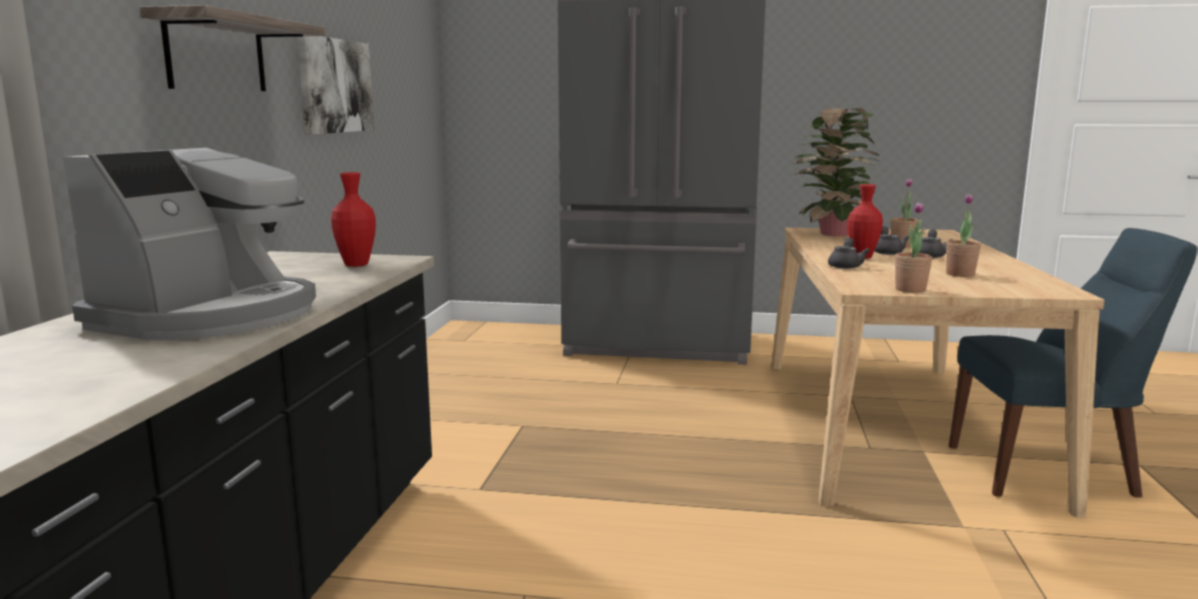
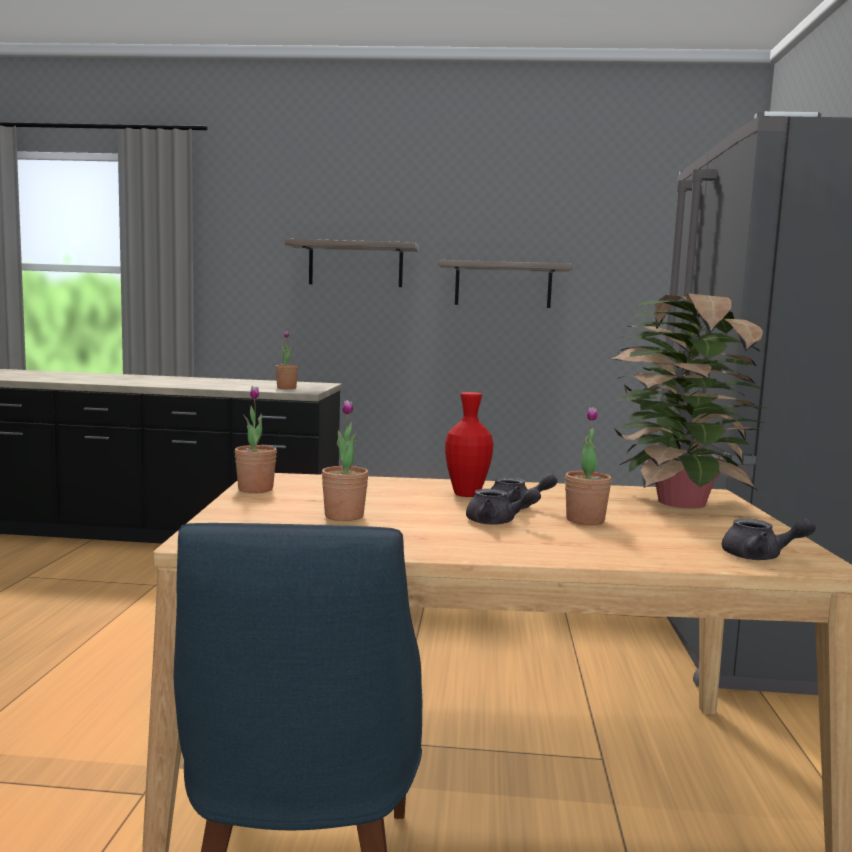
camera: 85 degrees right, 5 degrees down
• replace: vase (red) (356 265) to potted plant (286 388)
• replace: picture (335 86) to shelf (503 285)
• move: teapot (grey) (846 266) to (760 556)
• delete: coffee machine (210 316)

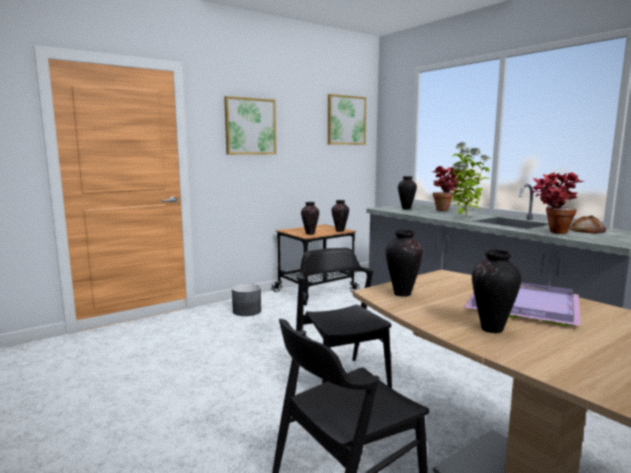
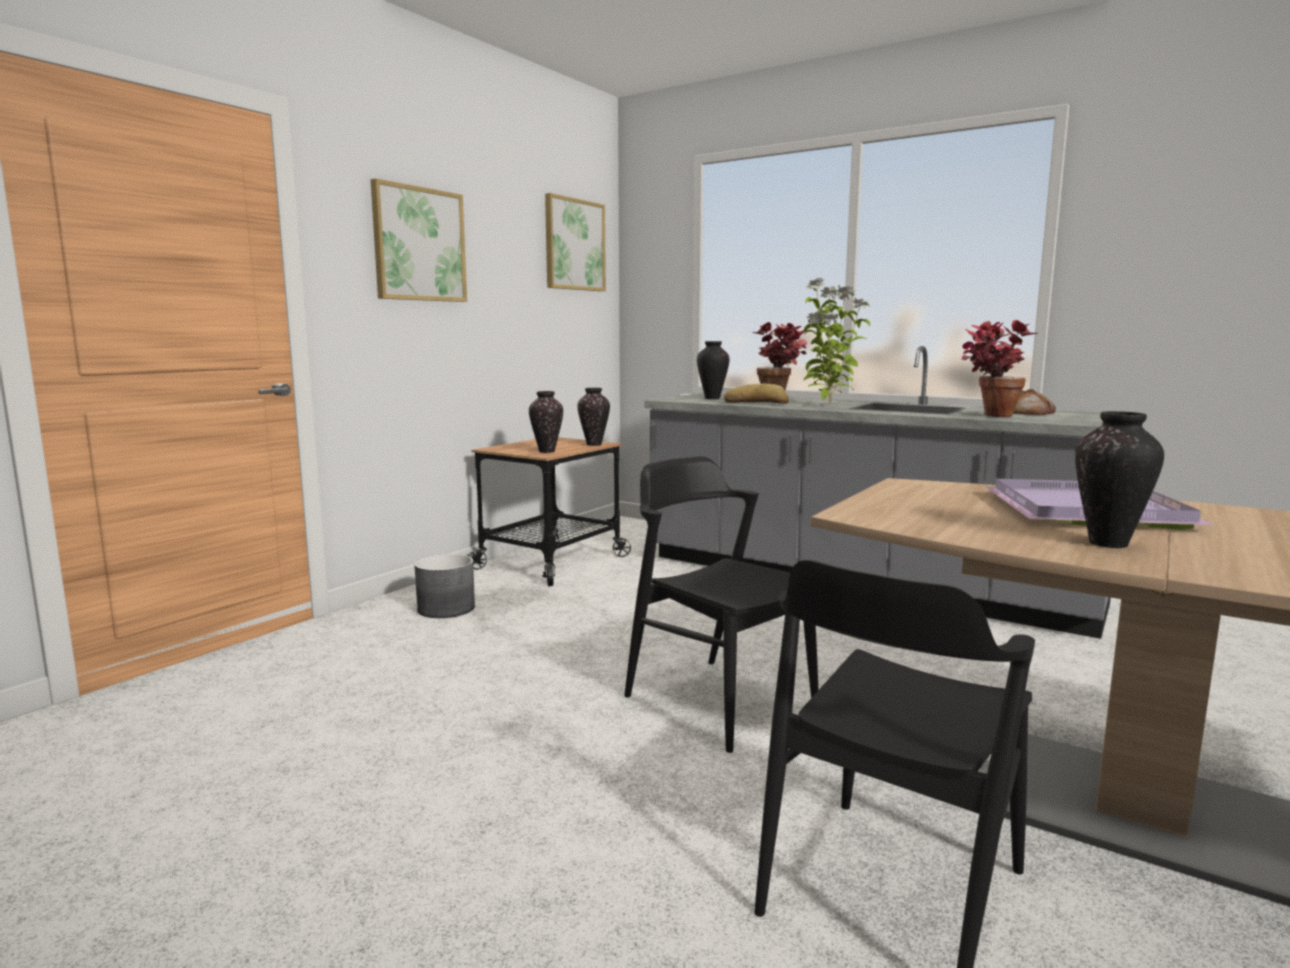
camera: 20 degrees left, 0 degrees up
• insert: bread (756 403)
• delete: vase (402 293)

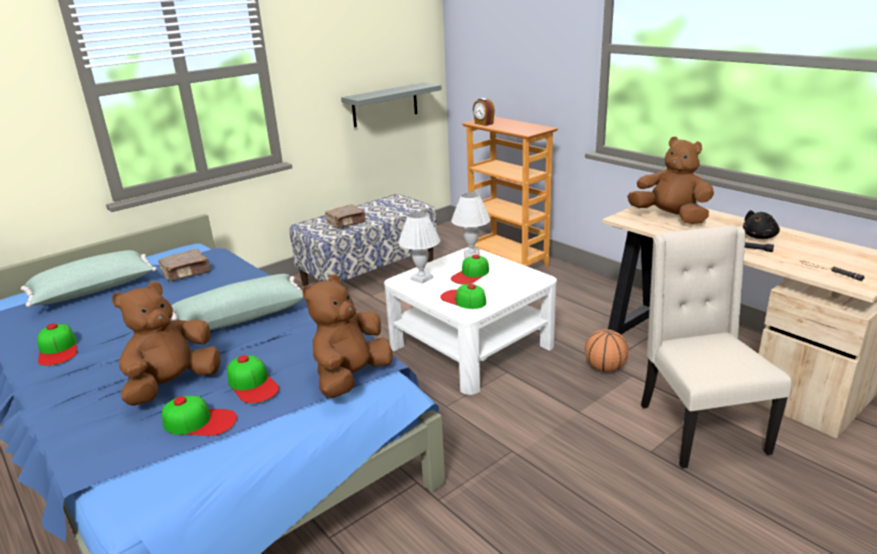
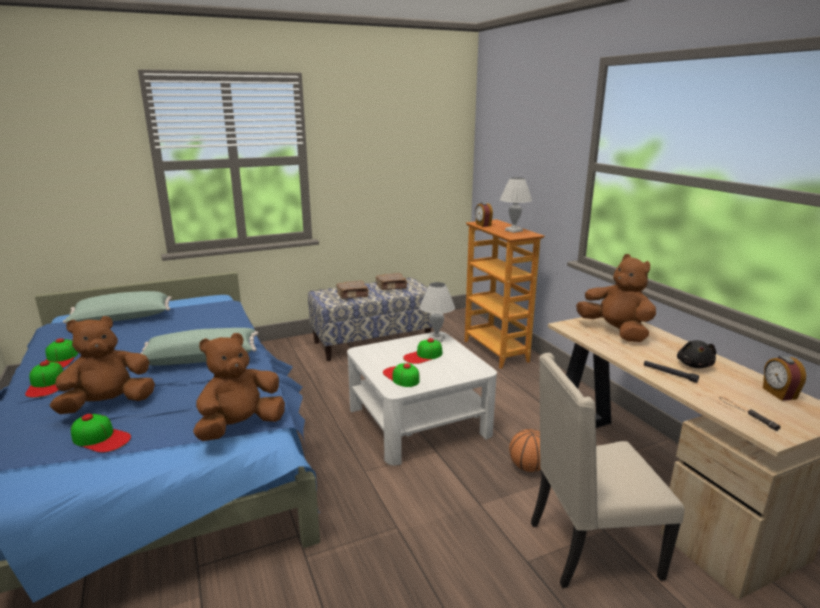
camera: 15 degrees right, 5 degrees down
• move: cap (253 384) to (46 384)
• move: book (brown) (187 273) to (391 287)
• move: table lamp (white) (422 278) to (514 230)
• rotate: chair (beige) (698 427) = (589 549) 105 degrees counterclockwise
• rotate: plush toy (black) (760 237) = (694 365) 45 degrees counterclockwise
• insert: alarm clock (778 393)
• delete: shelf (grey) (385 105)

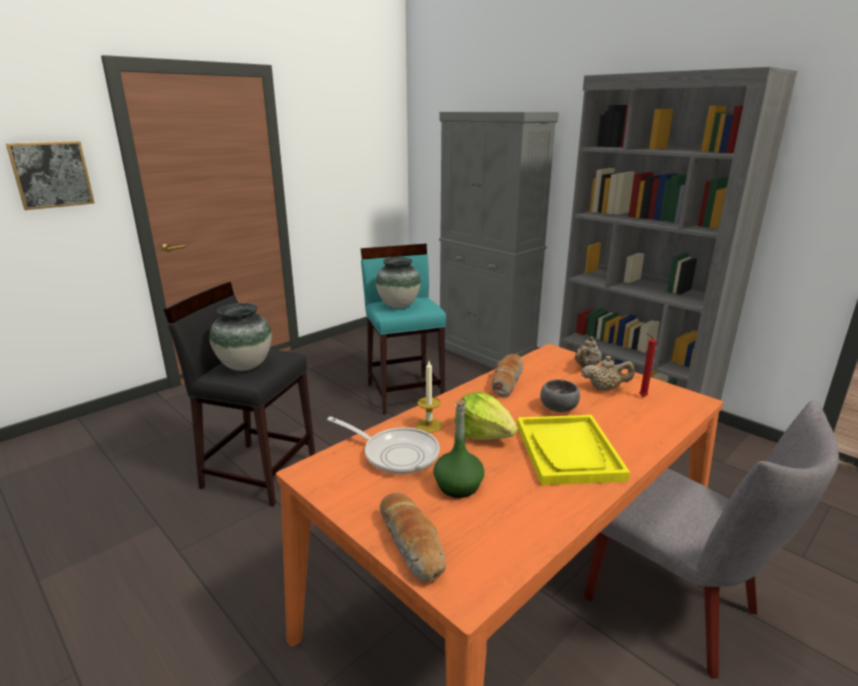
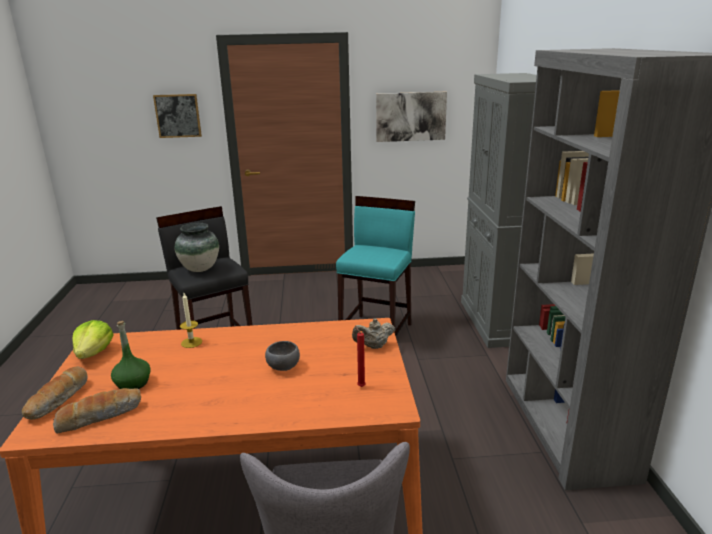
camera: 40 degrees right, 0 degrees up
• move: bread (506 381) to (100 416)
• move: lettuce (483 433) to (94 353)
• insert: picture (410 116)
• delete: frying pan (396 454)
• delete: vase (398 305)
• delete: tray (yellow) (568 451)
• delete: teapot (beige) (605 388)

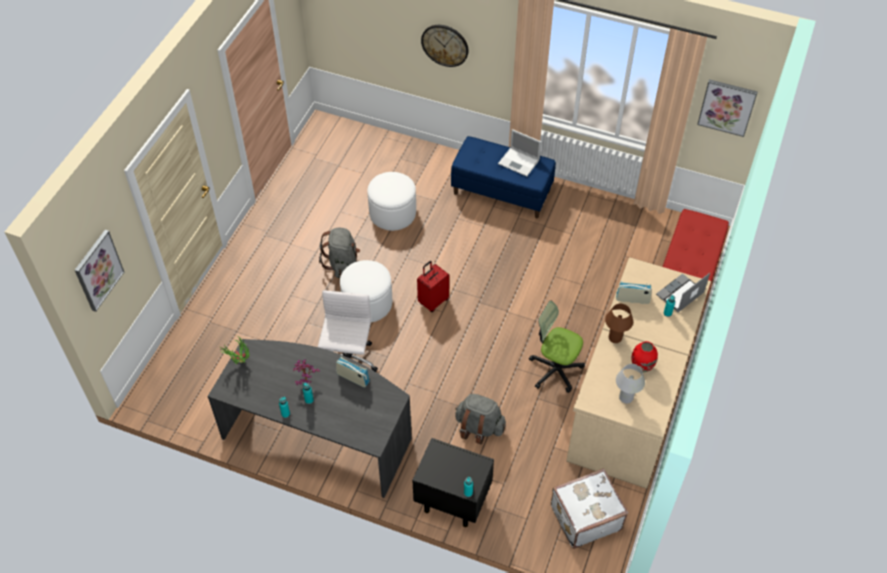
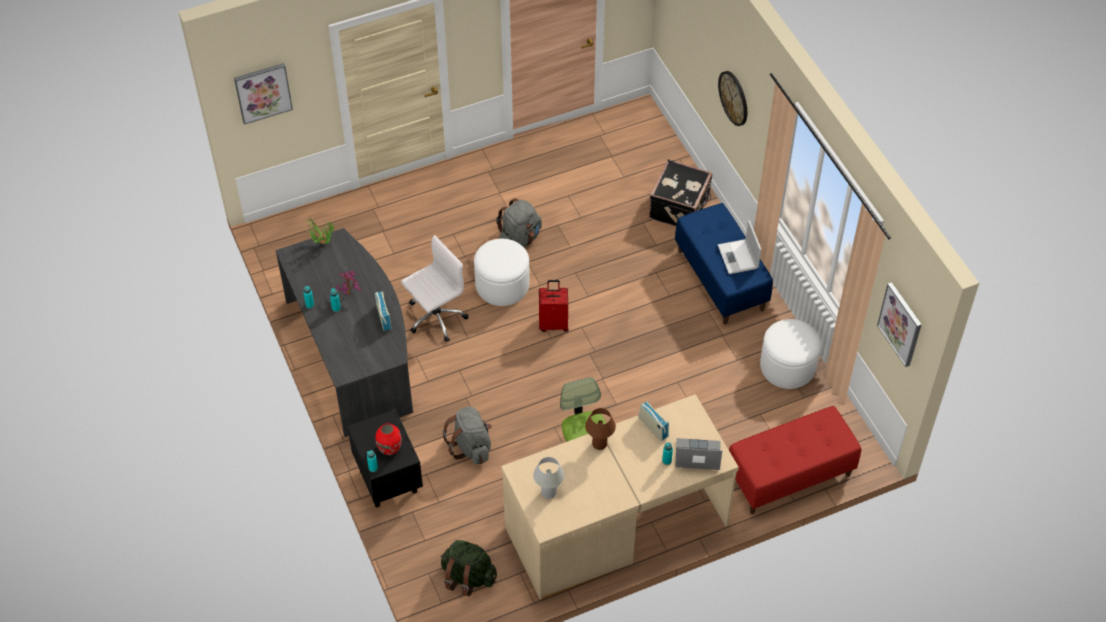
camera: 45 degrees right, 0 degrees up
• move: vase (red) (641 366) to (389 448)
• replace: suitcase (white) (584 517) to backpack (green) (468 577)
• insert: suitcase (black) (680 207)
• move: ottoman (white) (392 213) to (787 366)

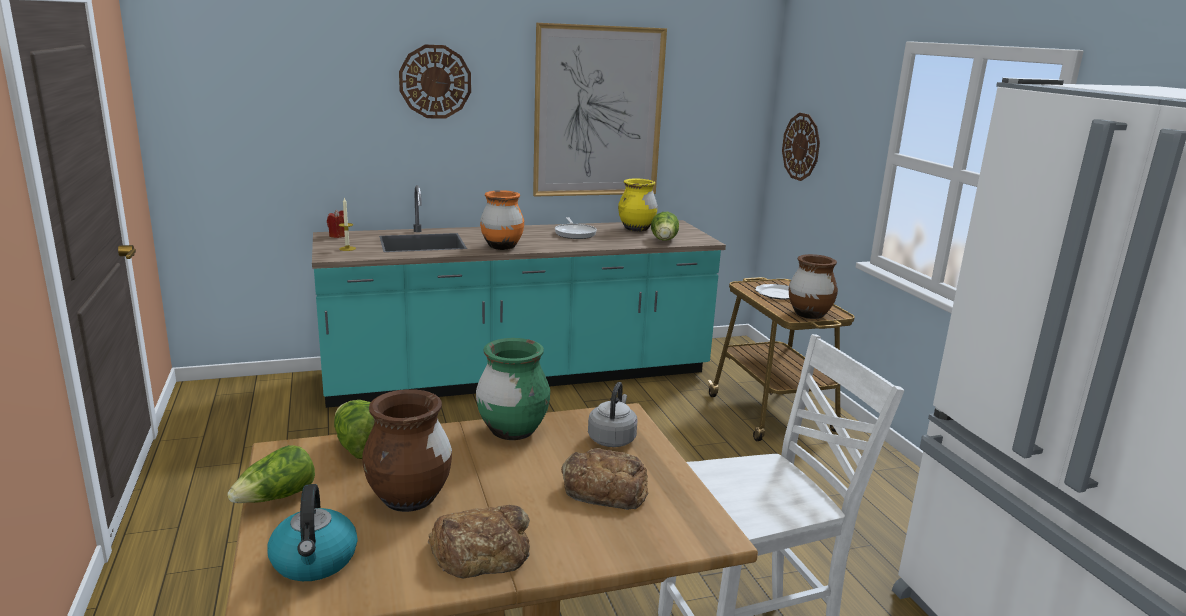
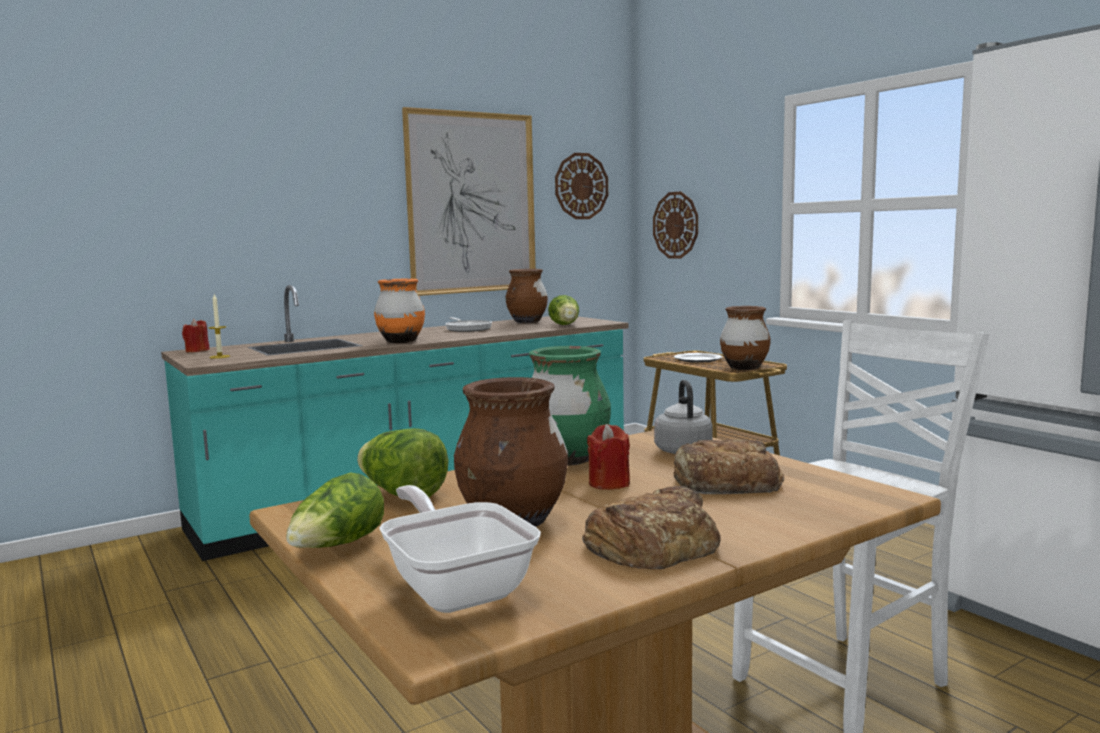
camera: 15 degrees left, 10 degrees down
• replace: kettle (314 561) to frying pan (456 587)
• recolor: vase (yellow) (636 229) to vase (brown) (527 322)
• move: wall clock (435 82) to (581 186)
• insert: candle (red) (609 483)

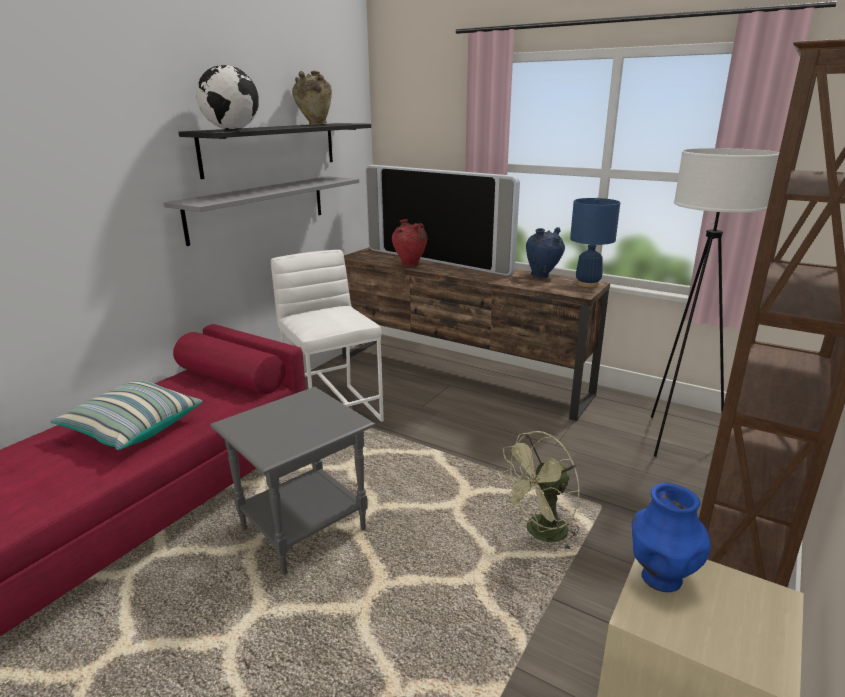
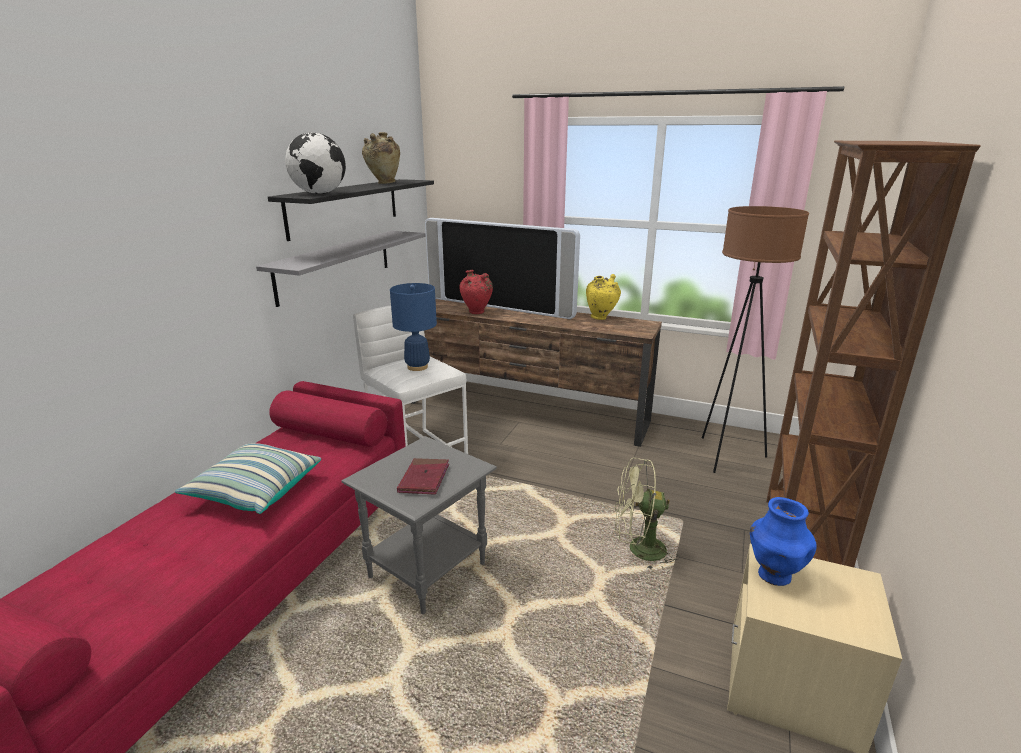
camera: 10 degrees left, 0 degrees up
• move: table lamp (blue) (588 284) to (417 367)
• insert: book (red) (424 479)
• recolor: vase (blue) (542 276) to vase (yellow) (601 318)
• rotate: fan (green) (540 534) = (638 550) 45 degrees clockwise
• recolor: floor lamp (white) (675 439) to floor lamp (brown) (726 455)

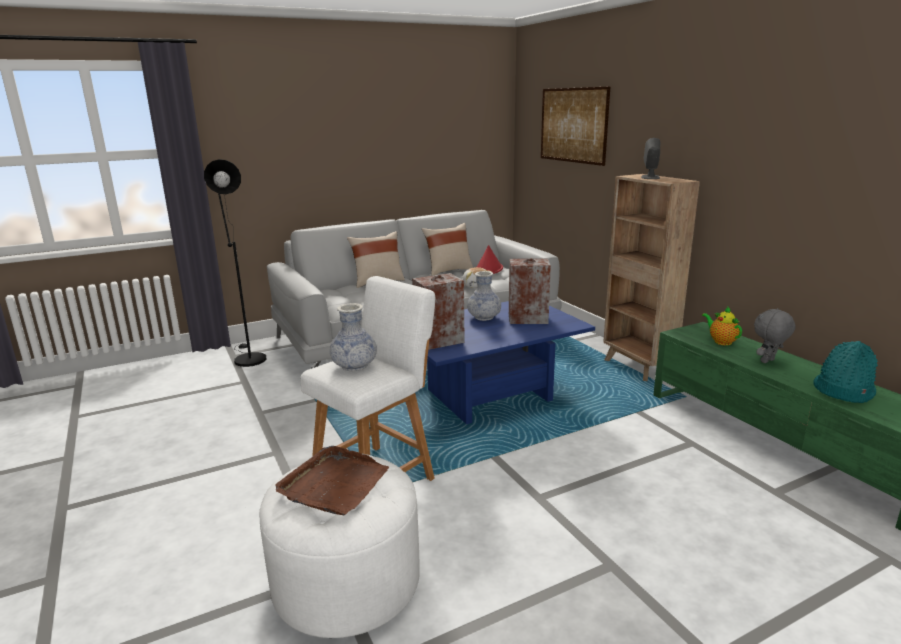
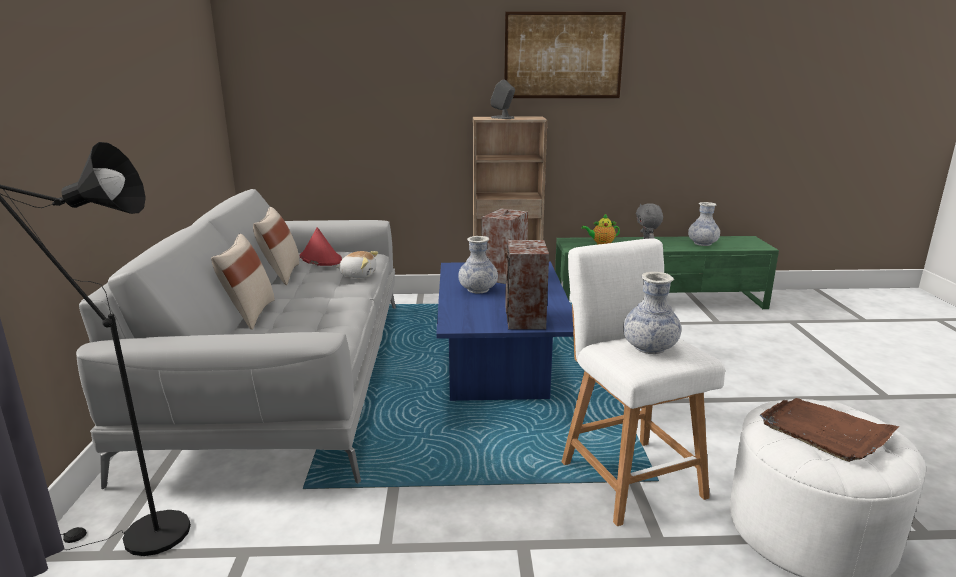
camera: 65 degrees left, 0 degrees up
• move: picture (573 125) to (563 55)
• replace: hat (turquoise) (842 390) to vase (702 243)

